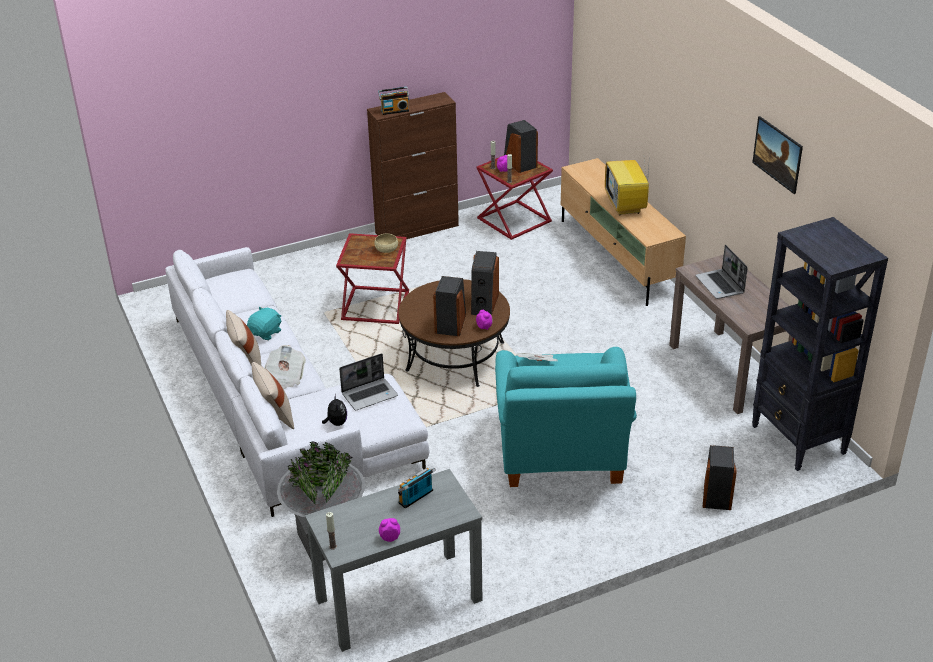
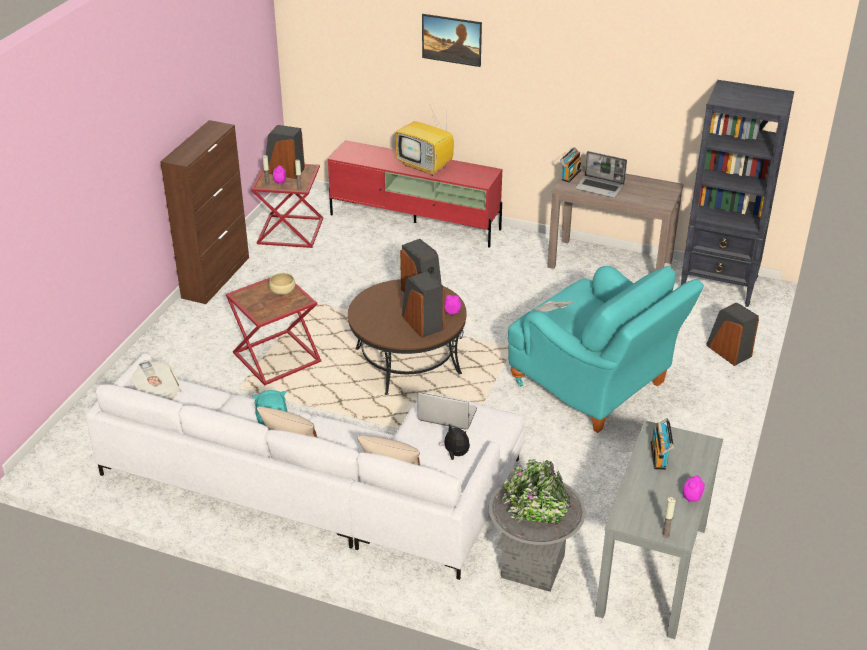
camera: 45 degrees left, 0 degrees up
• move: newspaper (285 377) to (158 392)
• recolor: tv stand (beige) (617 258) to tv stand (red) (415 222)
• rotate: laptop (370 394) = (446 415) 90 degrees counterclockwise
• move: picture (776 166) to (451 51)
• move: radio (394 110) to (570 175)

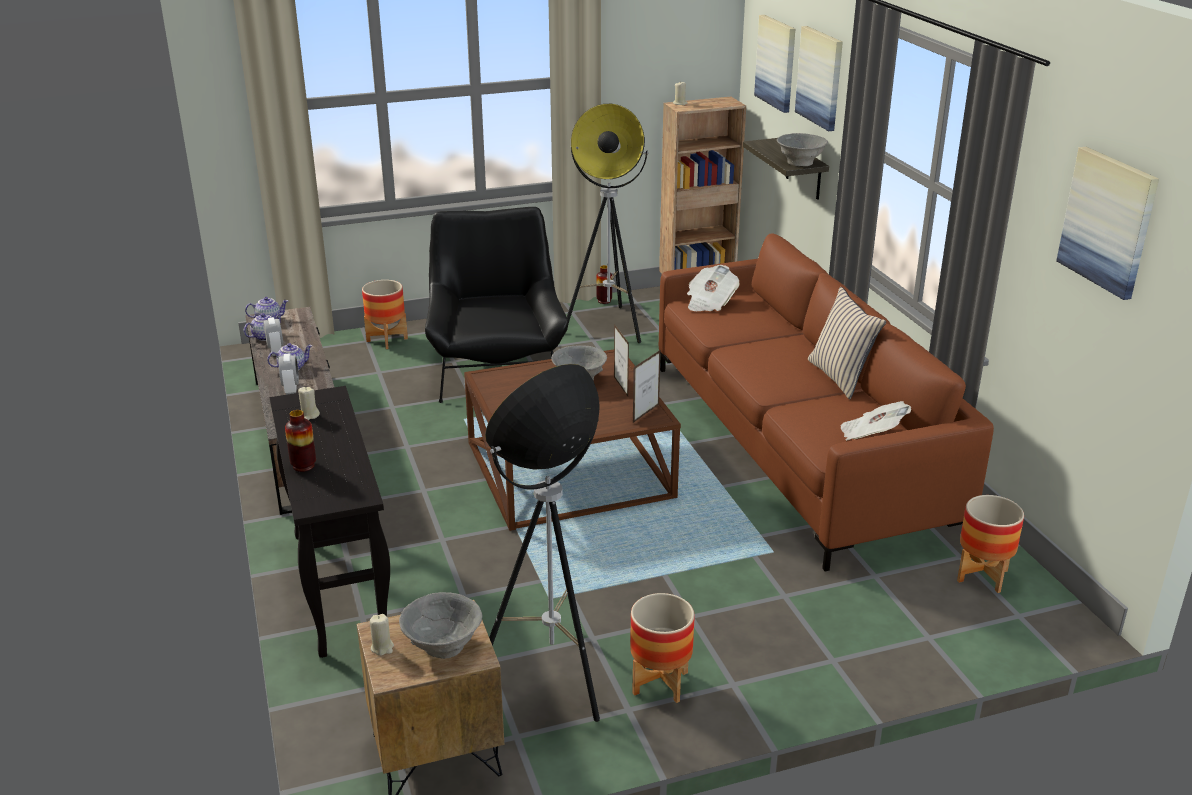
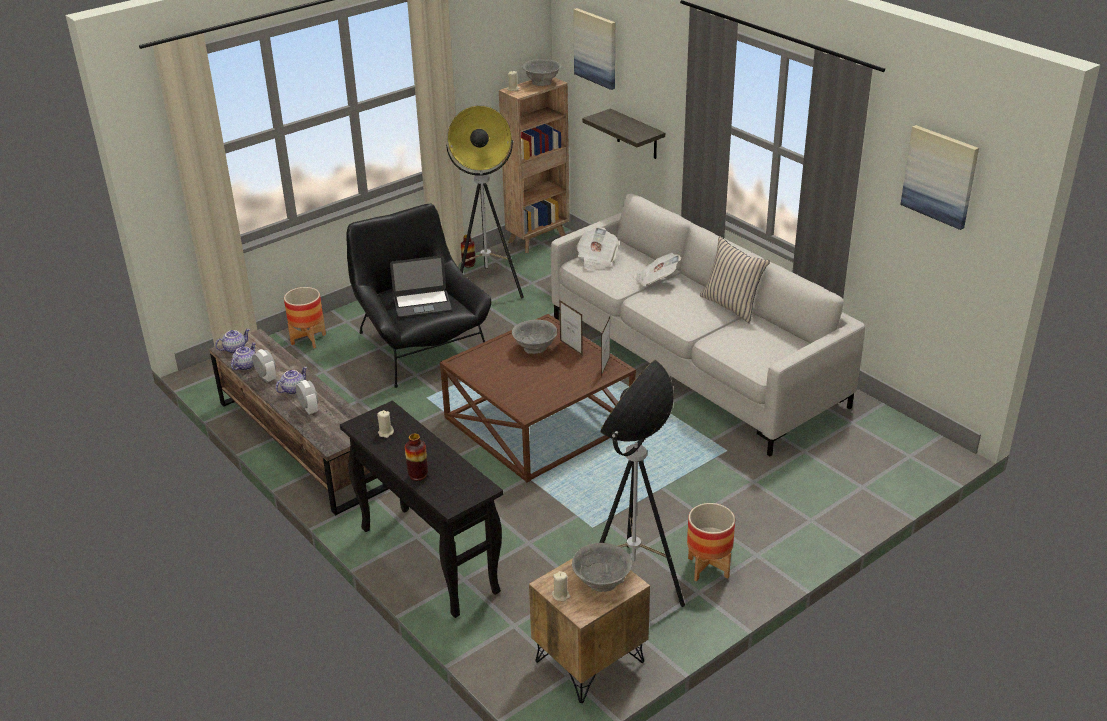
camera: 20 degrees left, 5 degrees up
• insert: laptop (422 303)
• move: bowl (grey) (800 162) to (542 82)
• recolor: sofa (brown) (796 445) to sofa (grey) (694 361)
• move: newspaper (871 436) to (656 280)
• delete: picture (820 77)
• delete: planter (982 576)

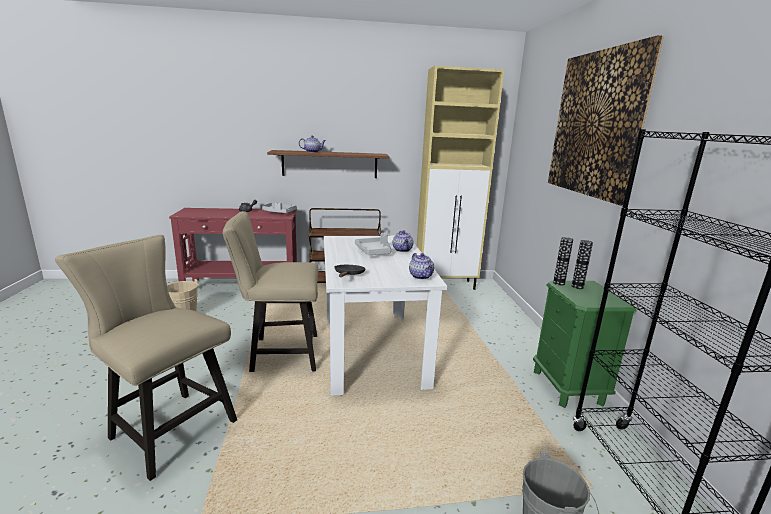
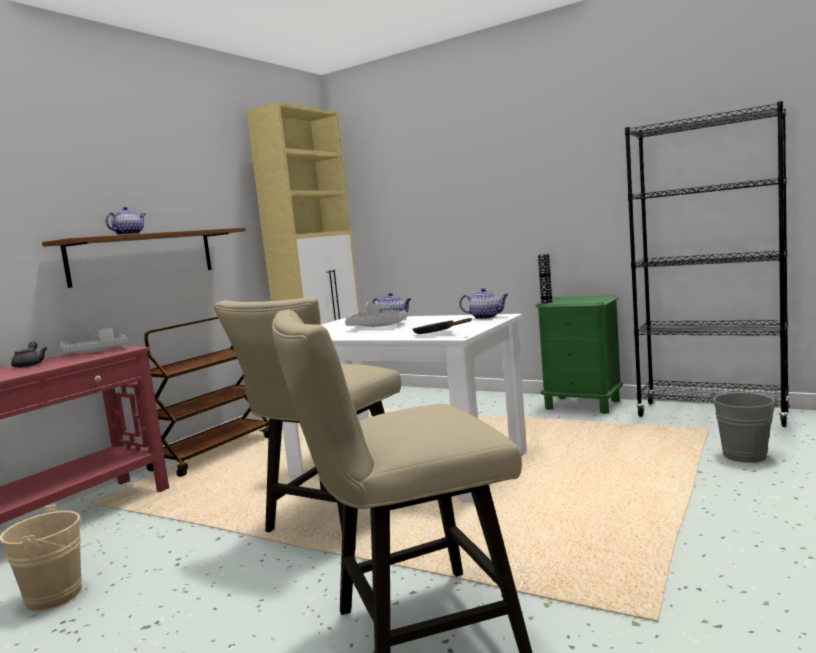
camera: 50 degrees left, 10 degrees down
• delete: picture (596 124)
• delete: vase (577 287)

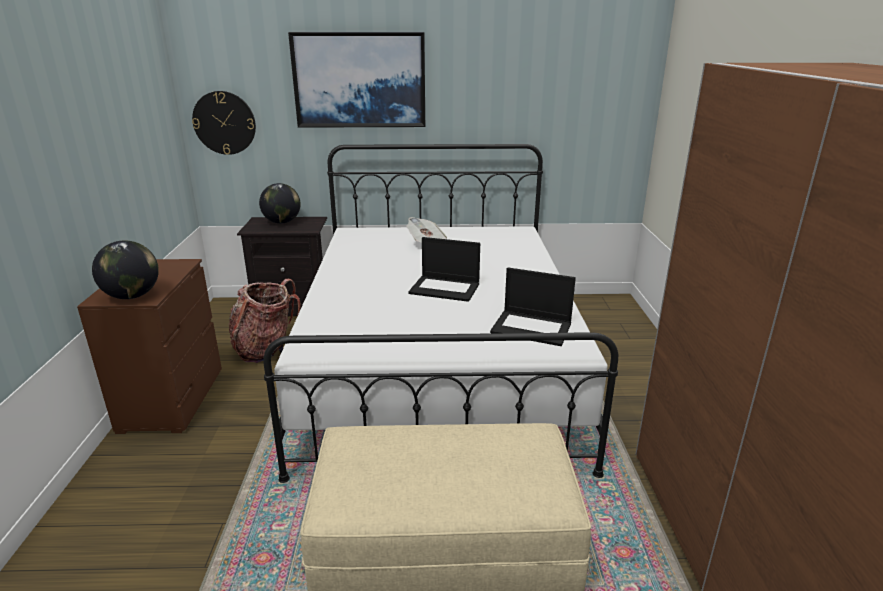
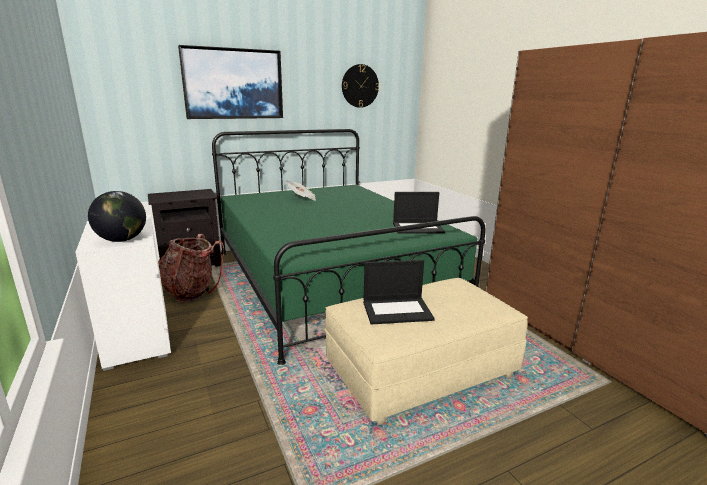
camera: 25 degrees left, 5 degrees down
• recolor: dresser (brown) (173 399) to dresser (white) (137 337)
• recolor: bed (white) (438 366) to bed (green) (330 279)
• move: wall clock (224 123) to (360 86)
• move: laptop (445 288) to (397 310)
• delete: globe (282 222)

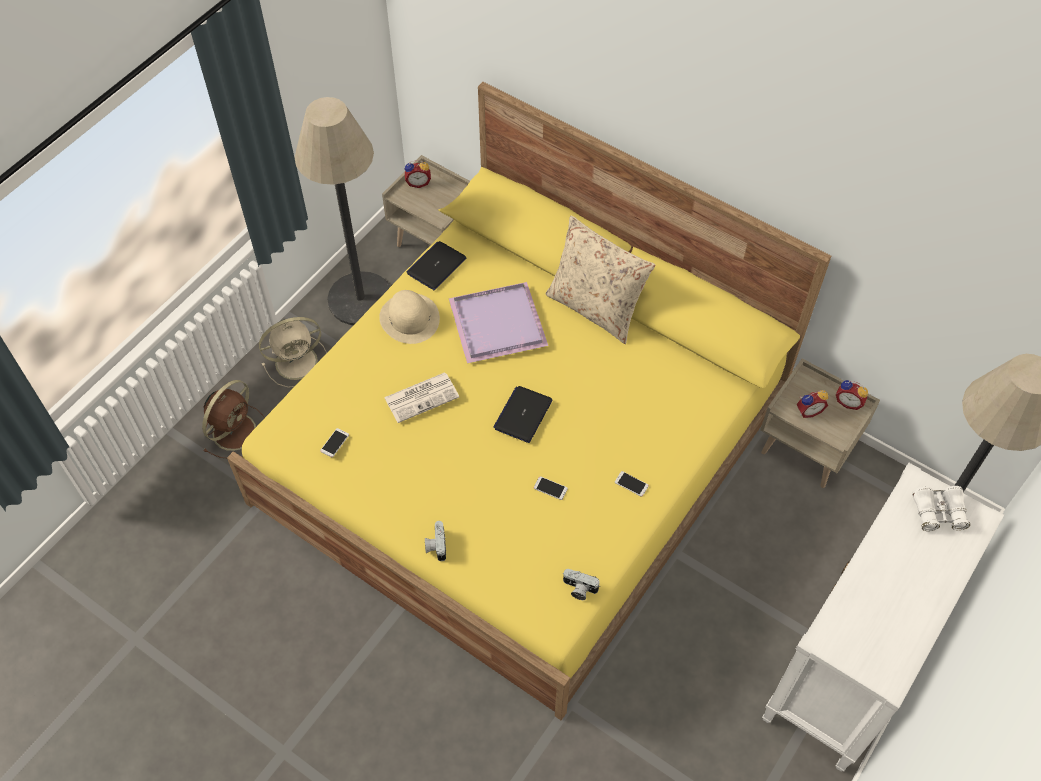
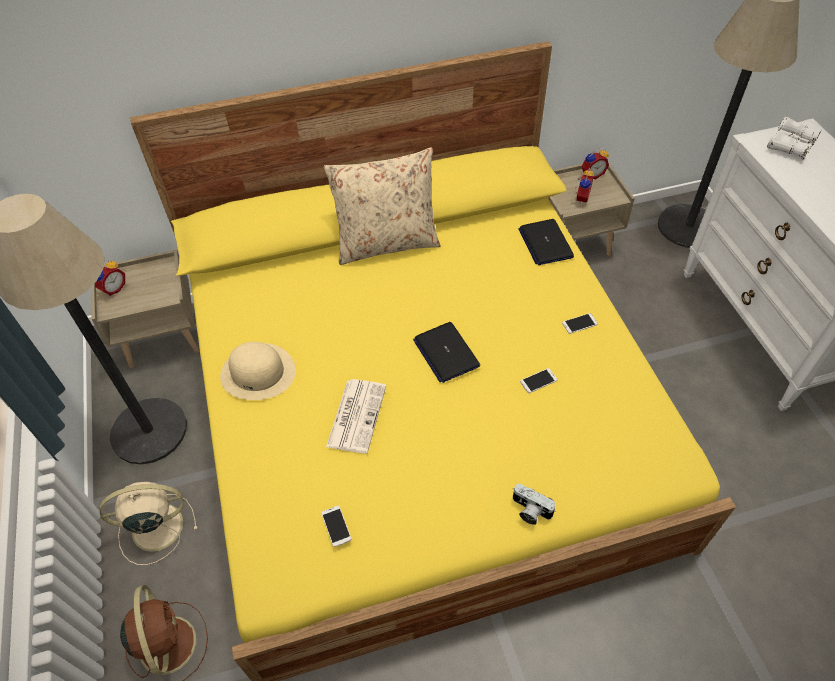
camera: 50 degrees left, 5 degrees down
• rotate: fan (beige) (298 361) = (155 528) 120 degrees counterclockwise
• move: laptop (436 266) to (545 243)
• delete: tray (purple) (495 323)
• delete: photo camera (579 589)

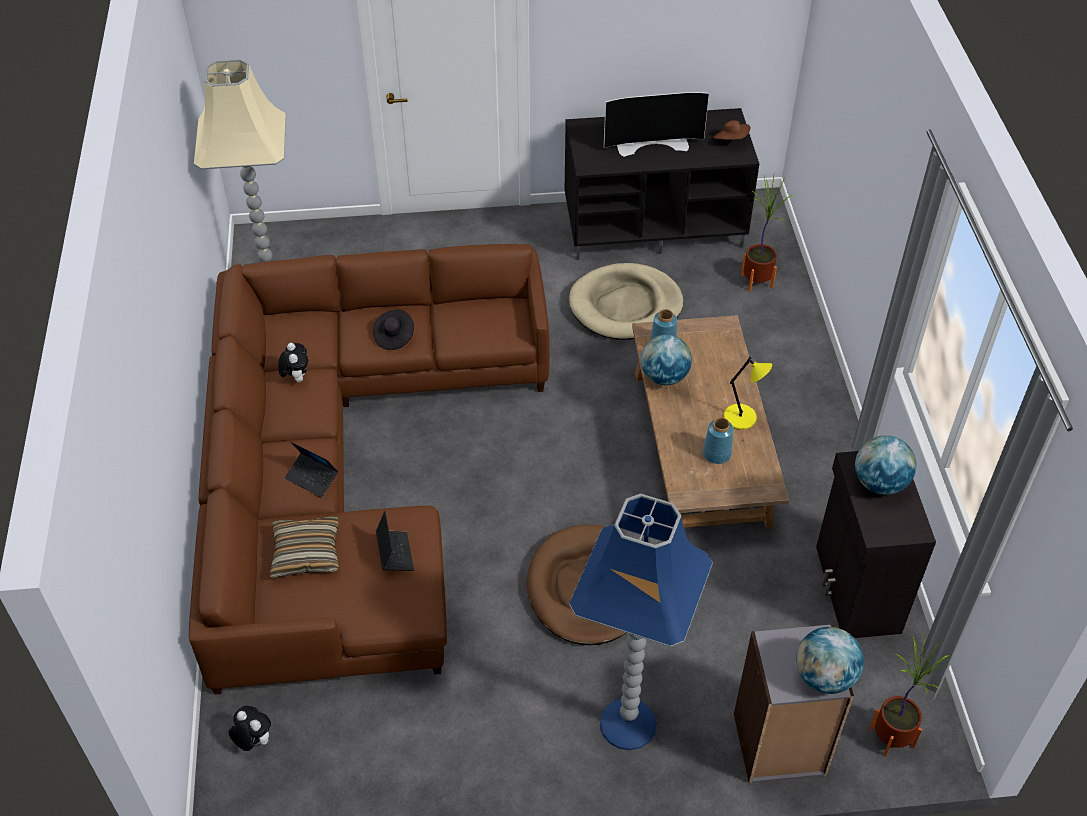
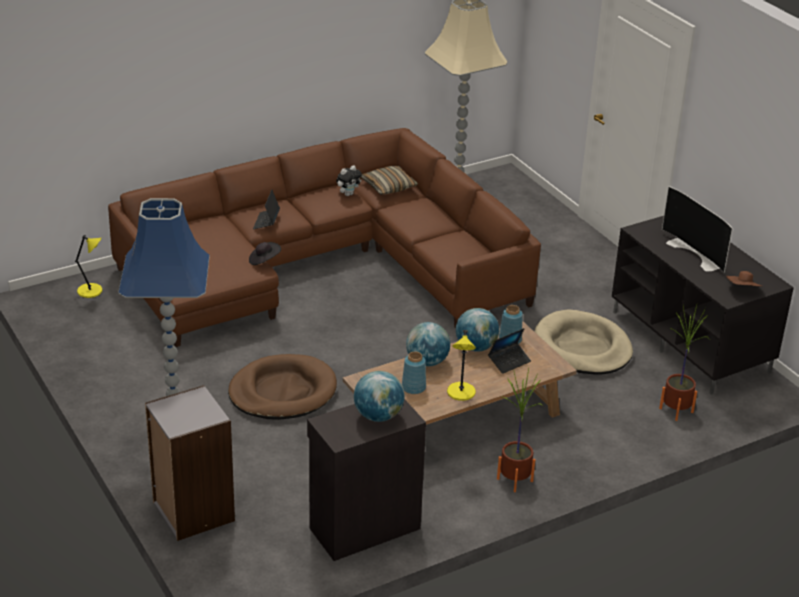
camera: 65 degrees right, 15 degrees down
• replace: plush toy (253 741) to table lamp (yellow) (91 291)
• move: hat (black) (394 336) to (264 260)
• move: pillow (306 553) to (388 186)
• move: globe (824 676) to (427 362)
• move: laptop (395 553) to (509 361)
• move: potted plant (892 737) to (515 480)

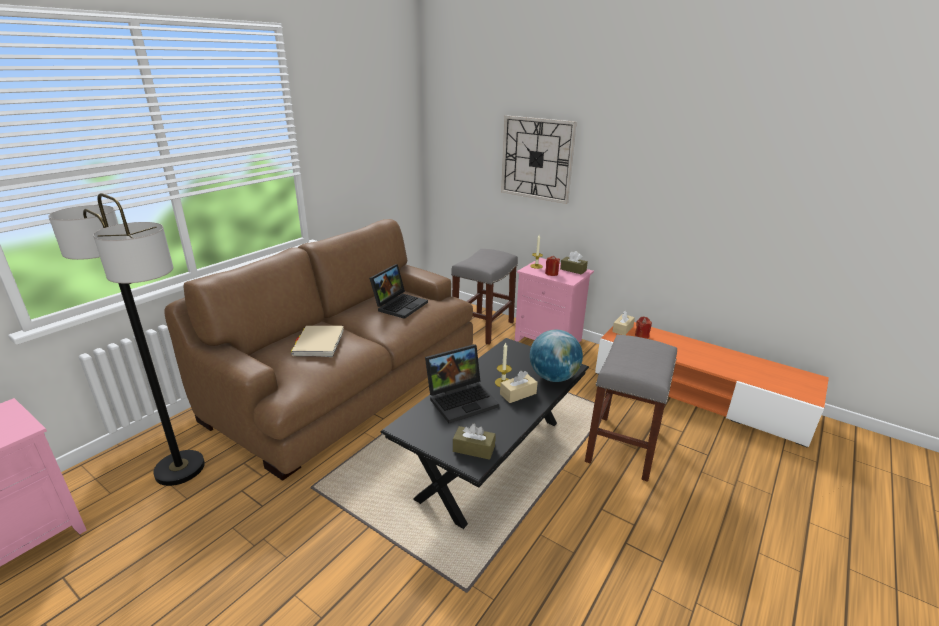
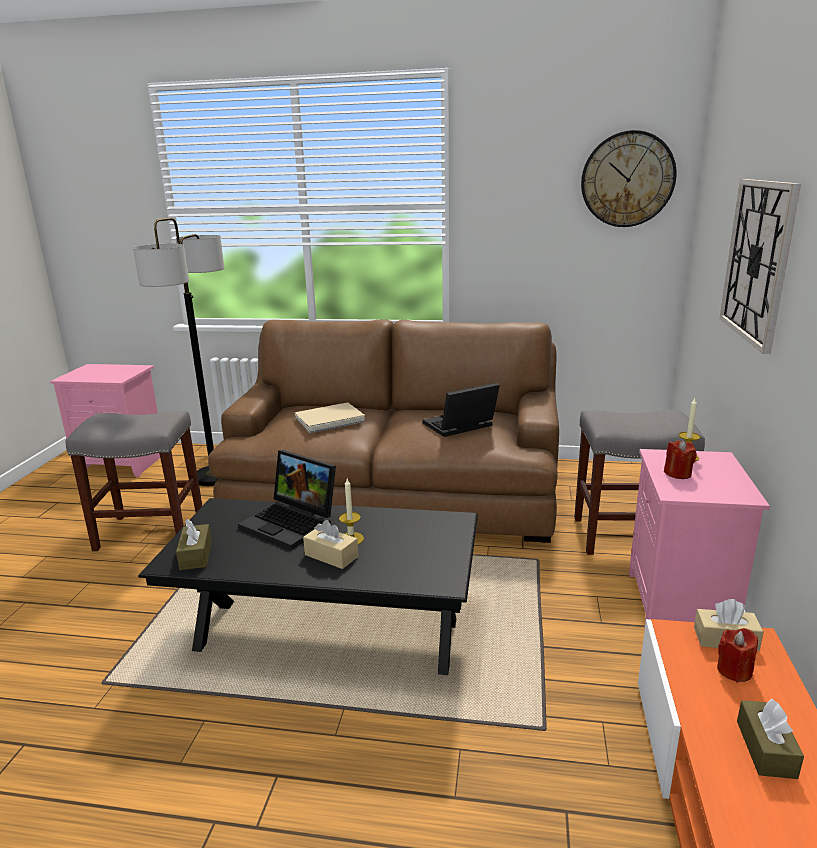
camera: 65 degrees right, 5 degrees down
• move: stool (grey) (622 445) to (152 531)
• rotate: laptop (399 305) = (459 427) 150 degrees clockwise
• insert: wall clock (627 179)
• move: tissue box (brown) (573 270) to (766 749)
• delete: globe (553 377)

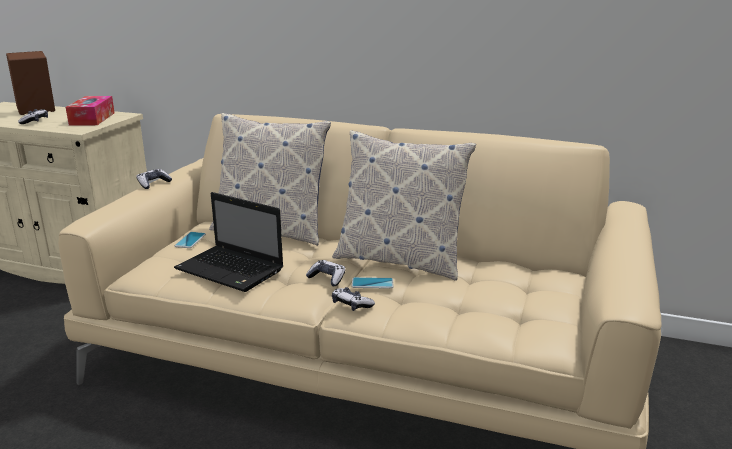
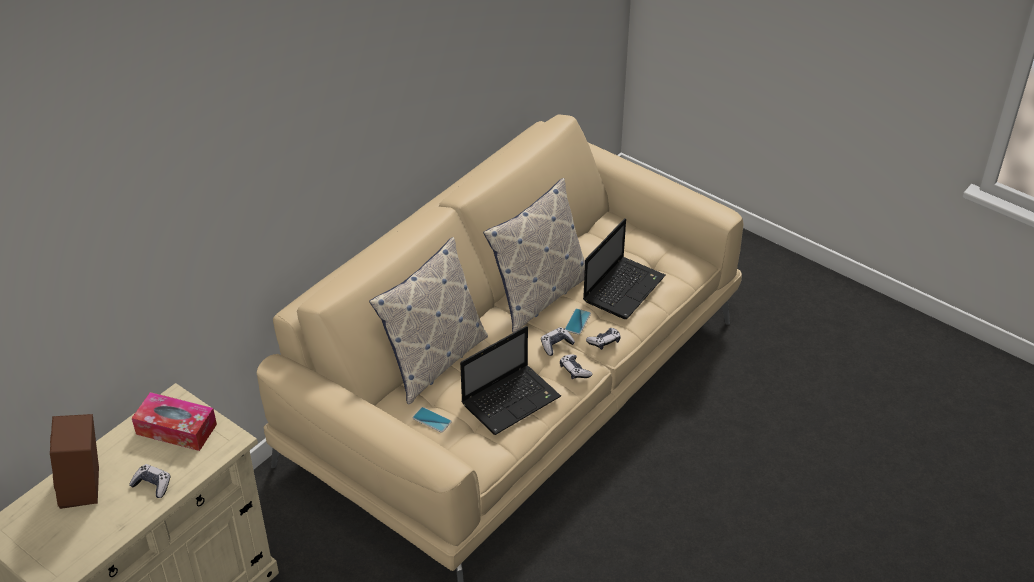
camera: 70 degrees left, 20 degrees up
• move: game controller (153 184) to (574 371)
• insert: laptop (624 288)

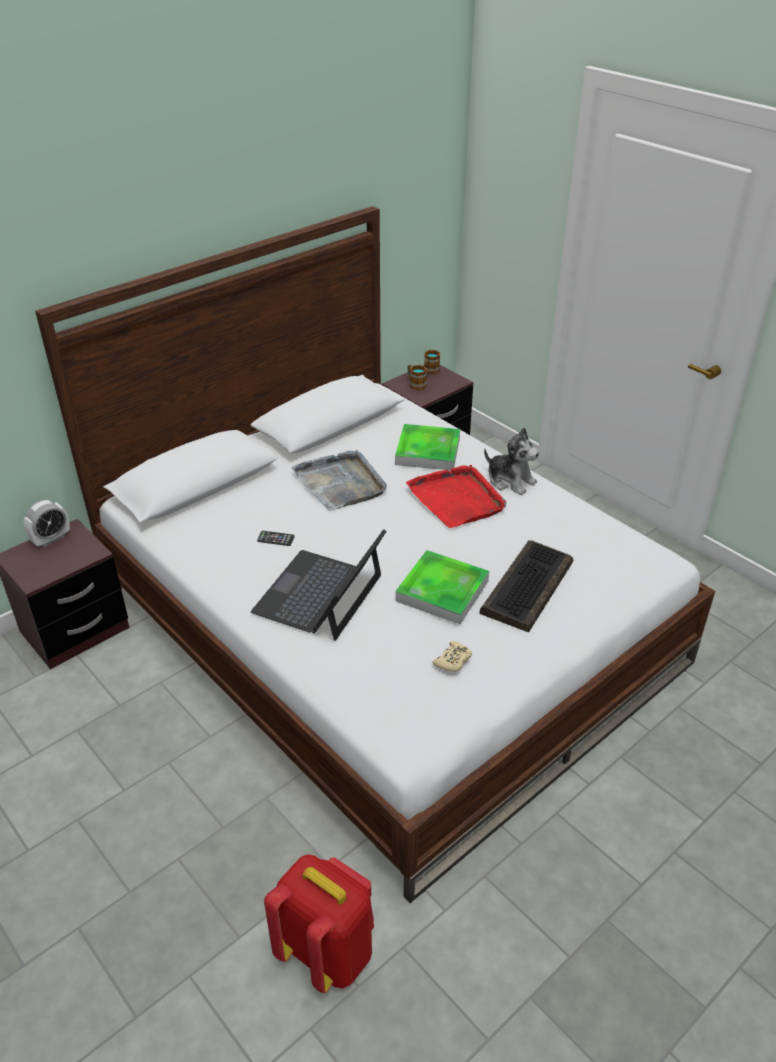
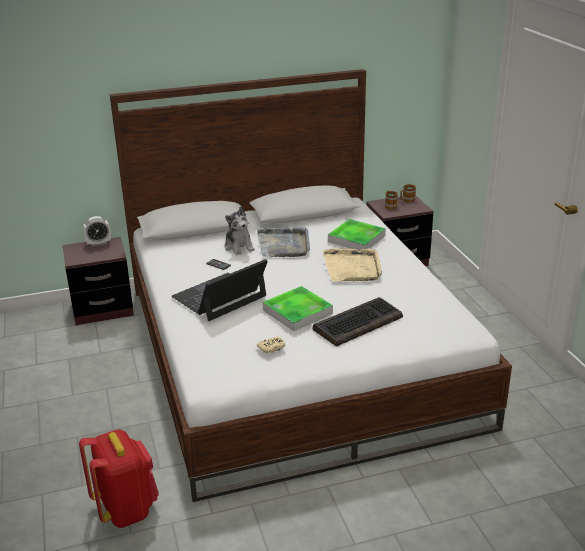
camera: 25 degrees right, 10 degrees down
• move: plush toy (510 481) to (239 247)
• recolor: tray (red) (457 499) to tray (beige) (352 267)

